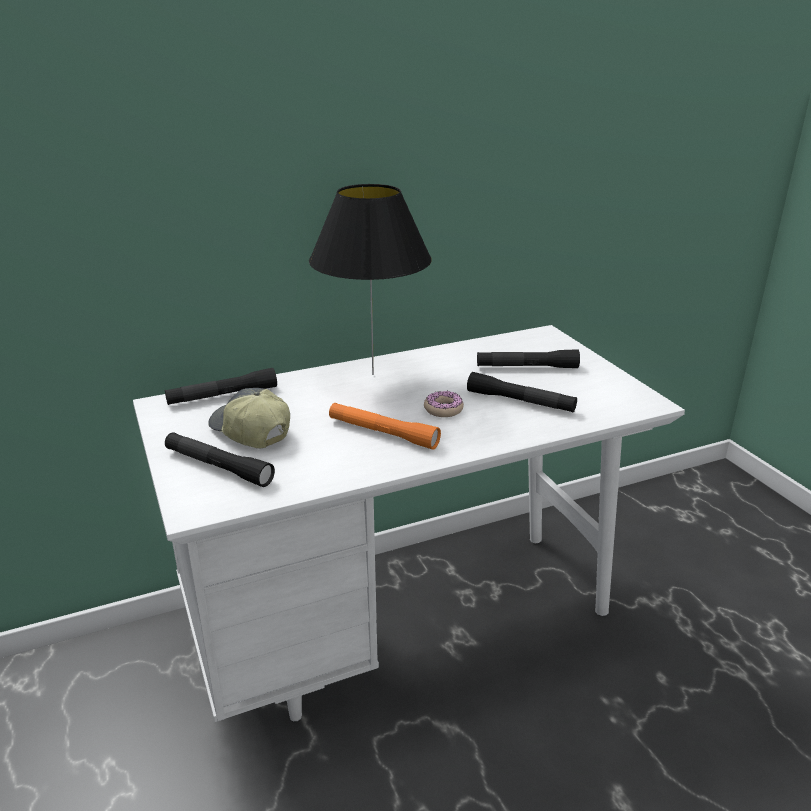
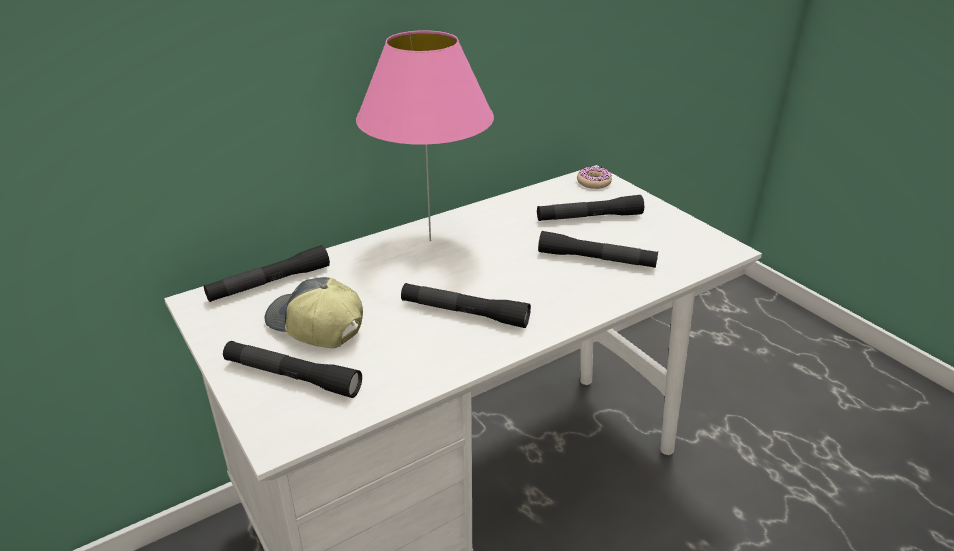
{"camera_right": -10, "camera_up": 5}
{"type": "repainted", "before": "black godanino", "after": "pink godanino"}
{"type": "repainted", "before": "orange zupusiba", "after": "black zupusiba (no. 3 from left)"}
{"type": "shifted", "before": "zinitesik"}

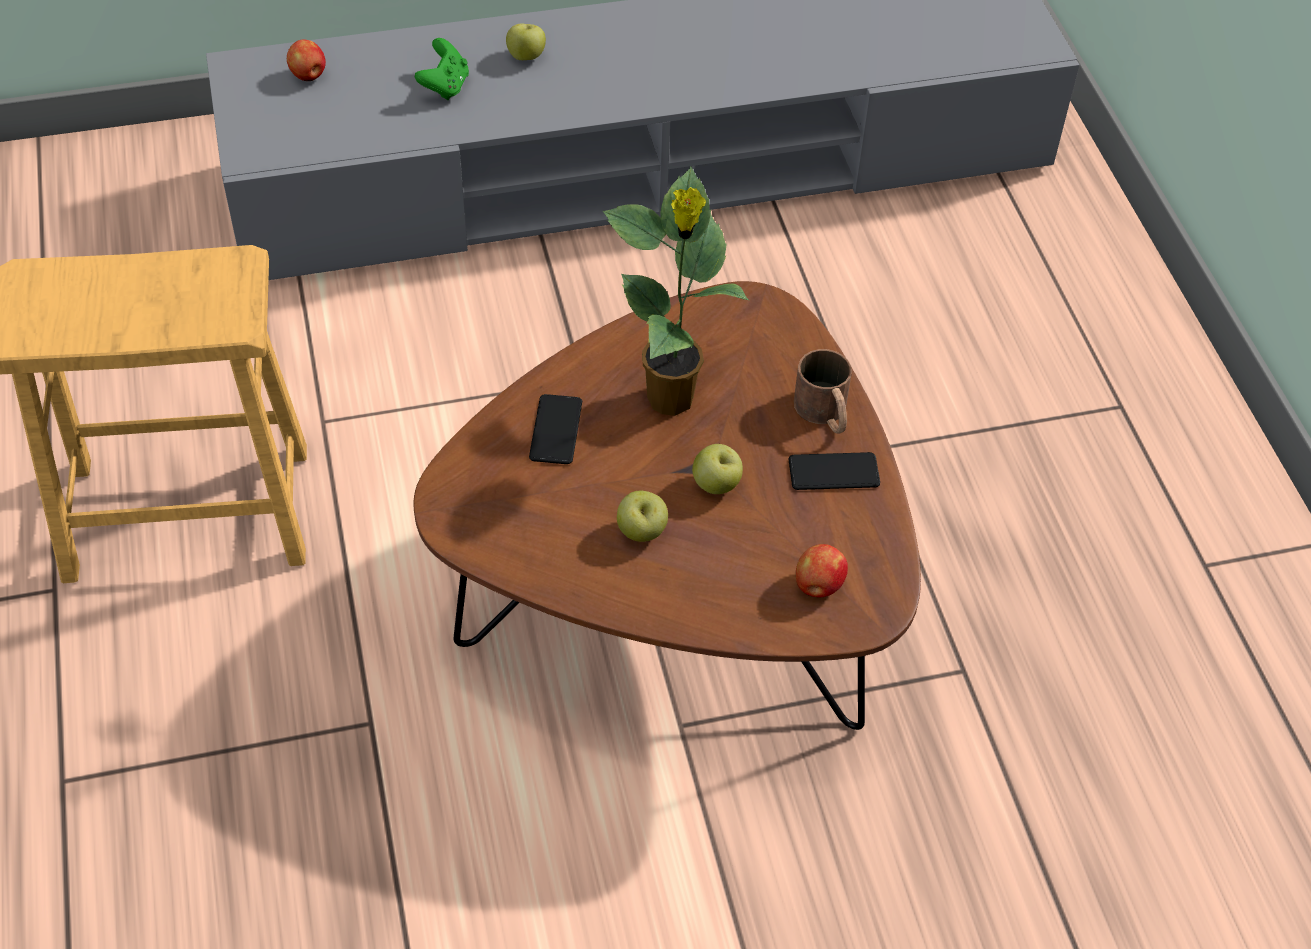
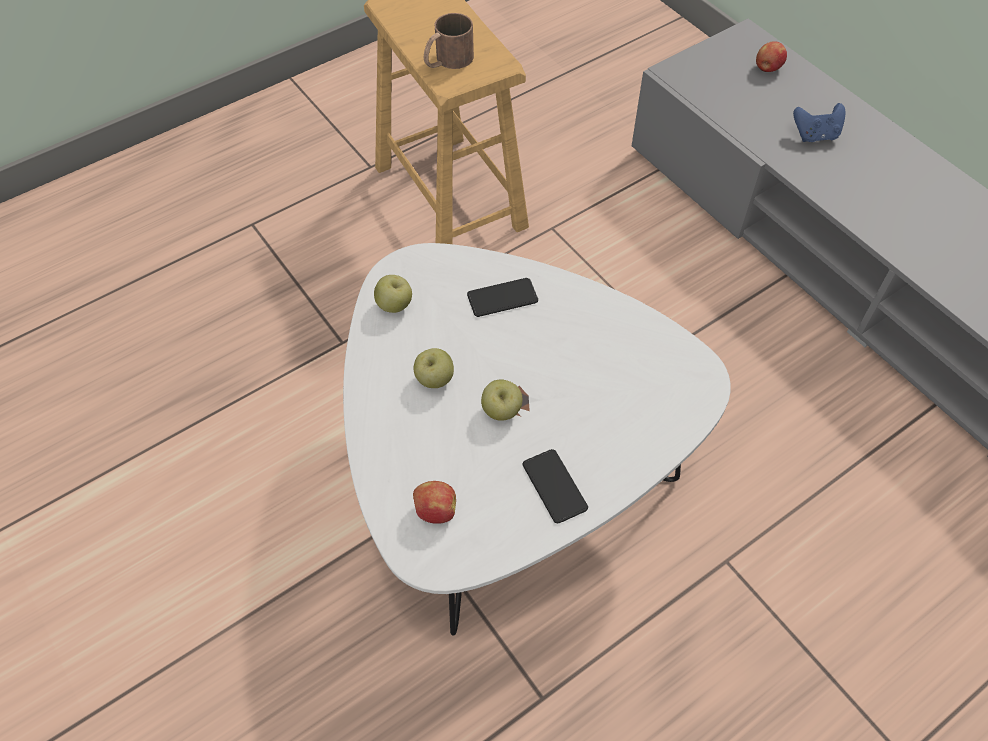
{"camera_right": 70, "camera_up": 5}
{"type": "repainted", "before": "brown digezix", "after": "white digezix"}
{"type": "shifted", "before": "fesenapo (no. 2 from left in the first image)", "after": "fesenapo (no. 1 from left)"}
{"type": "shifted", "before": "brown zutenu"}
{"type": "repainted", "before": "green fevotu", "after": "blue fevotu"}
{"type": "gone", "before": "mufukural"}

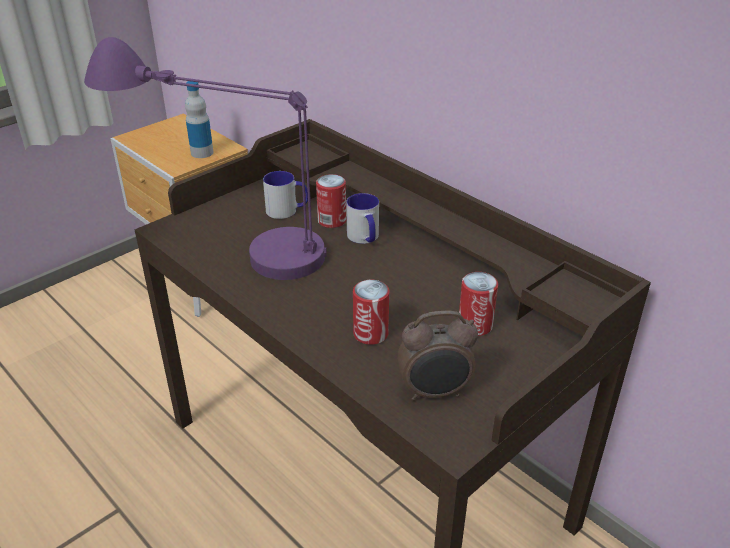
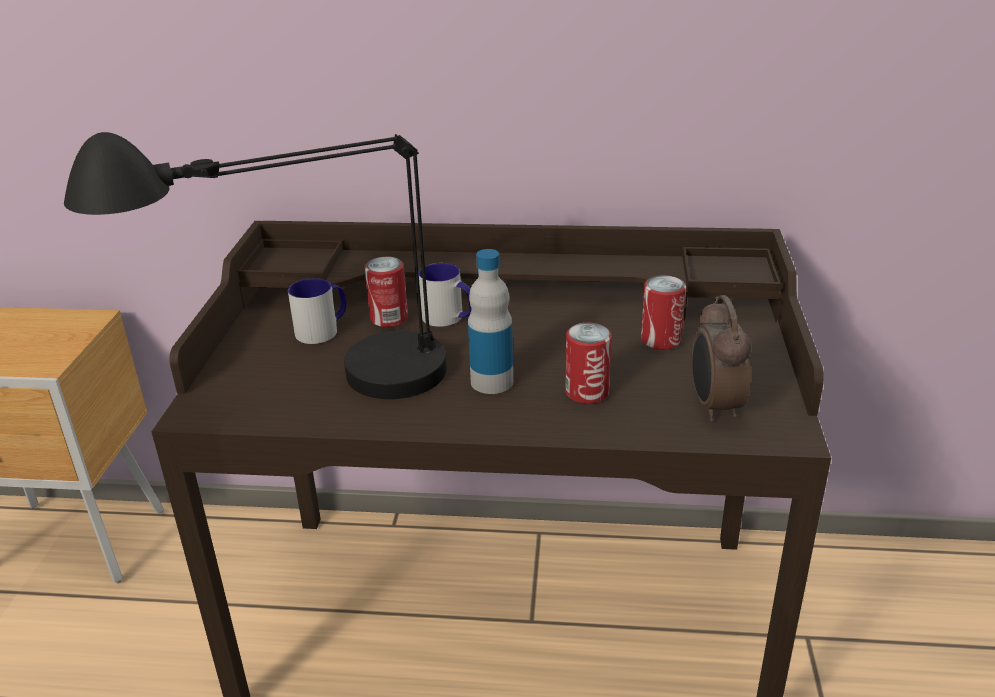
{"camera_right": -40, "camera_up": -5}
{"type": "repainted", "before": "purple godanino", "after": "black godanino"}
{"type": "shifted", "before": "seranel"}
{"type": "rotated", "before": "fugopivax", "turn": 135}

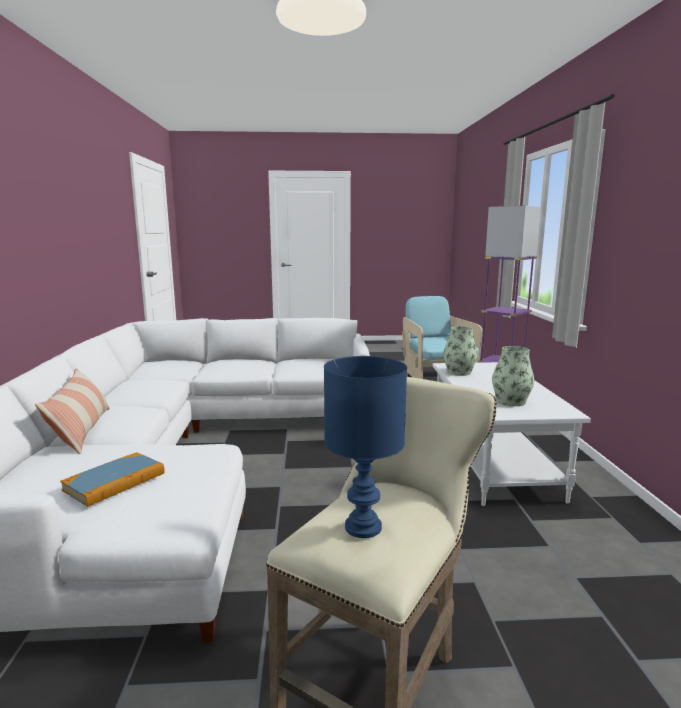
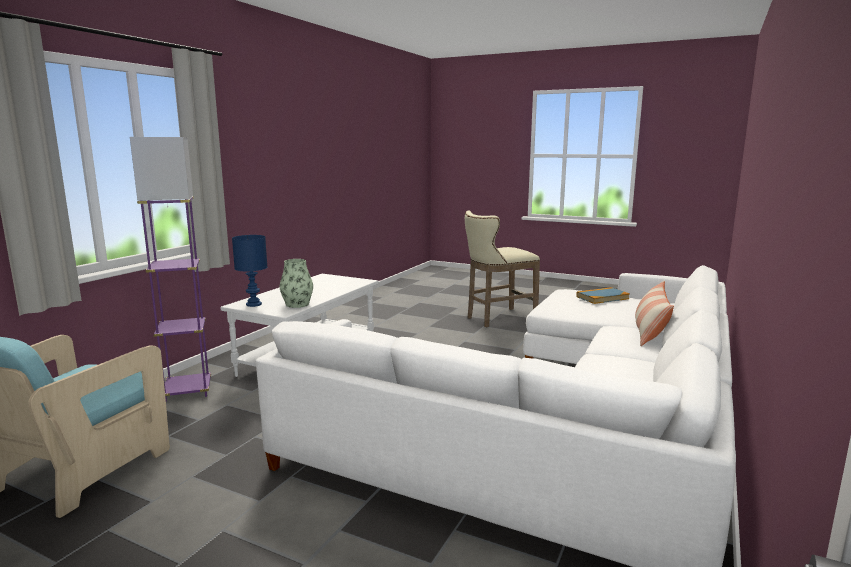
{"camera_right": -150, "camera_up": 0}
{"type": "shifted", "before": "blue godanino"}
{"type": "gone", "before": "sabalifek (no. 2 from left)"}

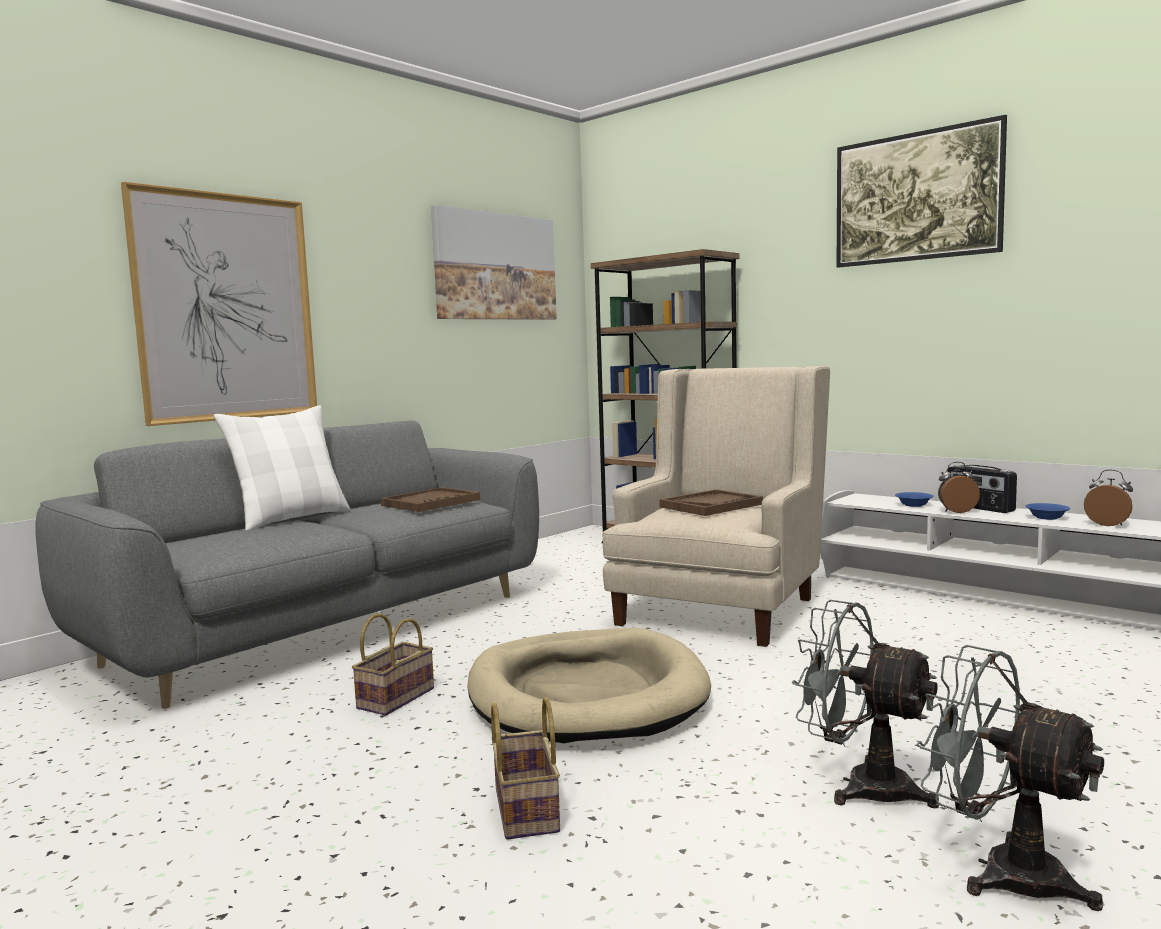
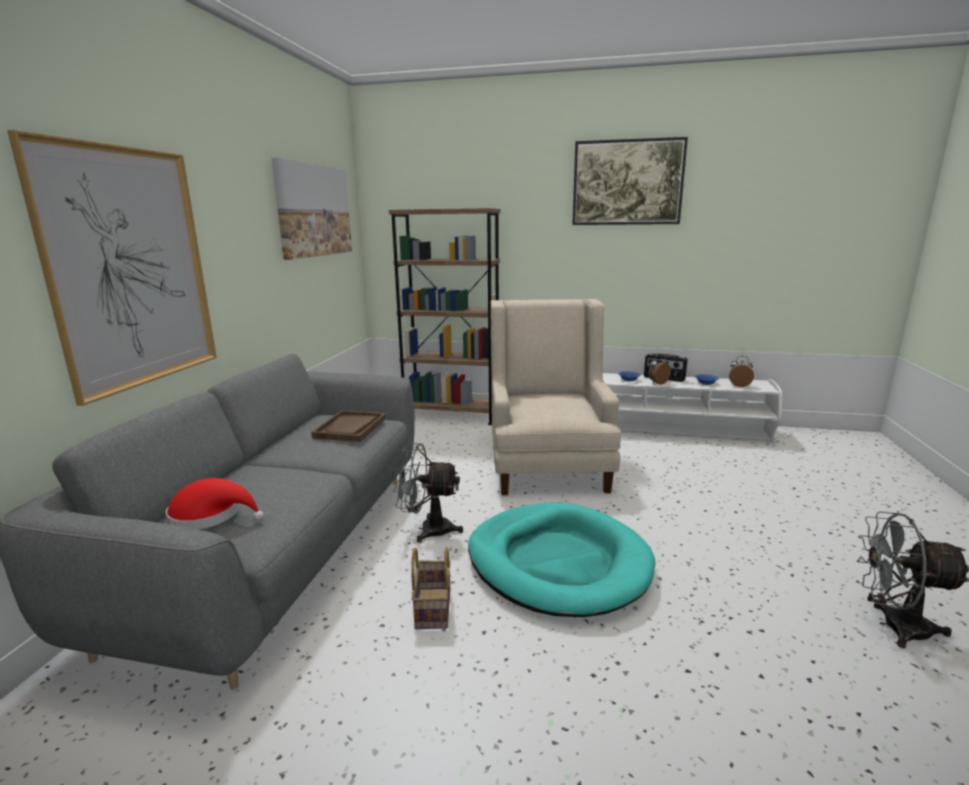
{"camera_right": -30, "camera_up": 10}
{"type": "new", "after": "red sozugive"}
{"type": "shifted", "before": "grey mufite (no. 1 from left)"}
{"type": "repainted", "before": "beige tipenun", "after": "turquoise tipenun"}
{"type": "gone", "before": "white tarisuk"}
{"type": "gone", "before": "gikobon (no. 2 from left)"}
{"type": "gone", "before": "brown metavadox (no. 2 from left)"}

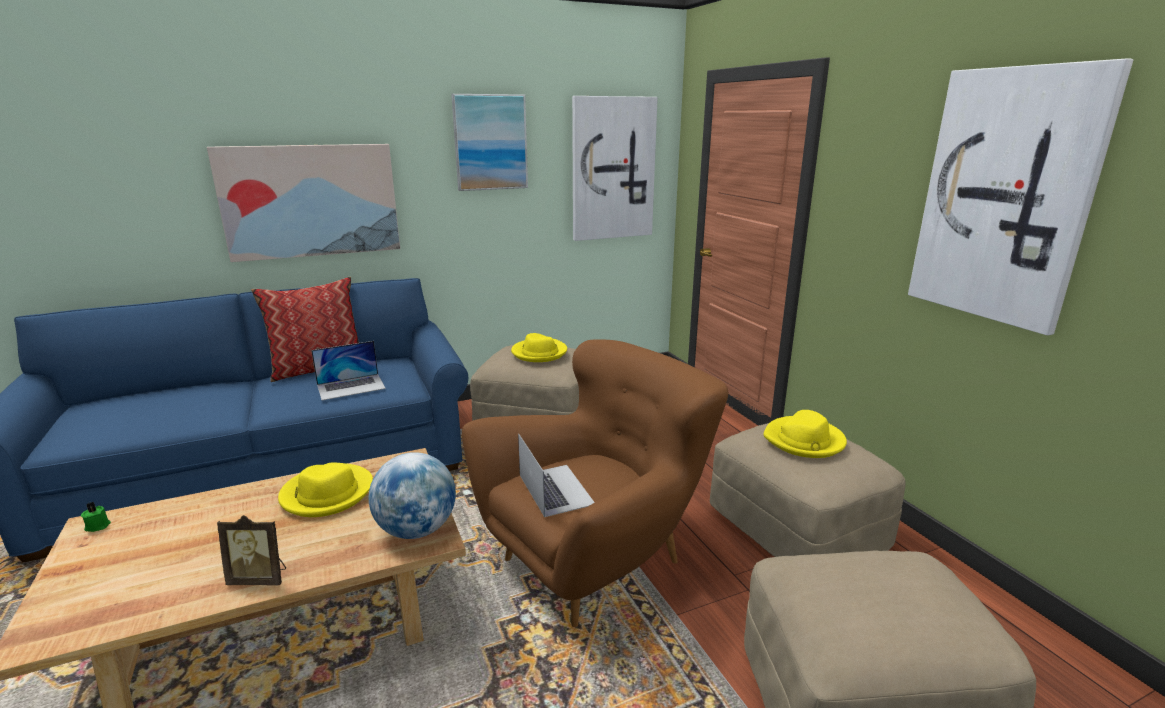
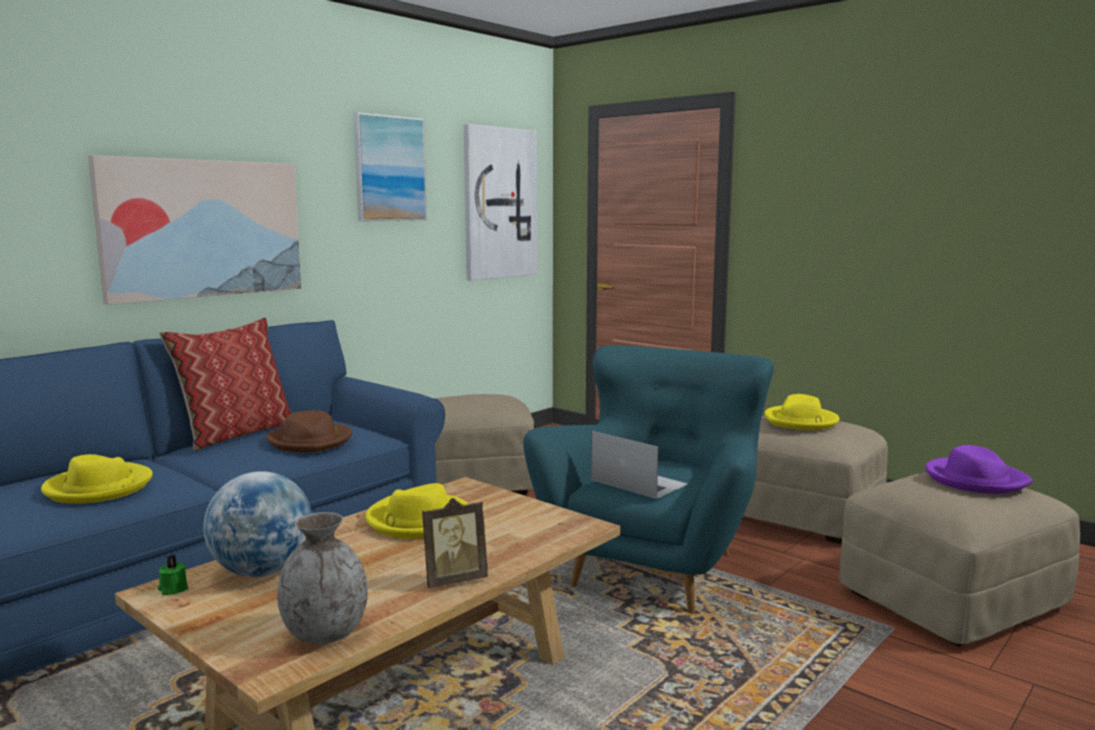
{"camera_right": -25, "camera_up": -10}
{"type": "shifted", "before": "yellow sozugive (no. 2 from left in the first image)", "after": "yellow sozugive (no. 1 from left)"}
{"type": "shifted", "before": "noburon"}
{"type": "swapped", "before": "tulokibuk (no. 1 from left)", "after": "brown sozugive"}
{"type": "new", "after": "grey sabalifek"}
{"type": "repainted", "before": "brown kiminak", "after": "turquoise kiminak"}
{"type": "new", "after": "purple sozugive"}
{"type": "gone", "before": "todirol (no. 4 from left)"}

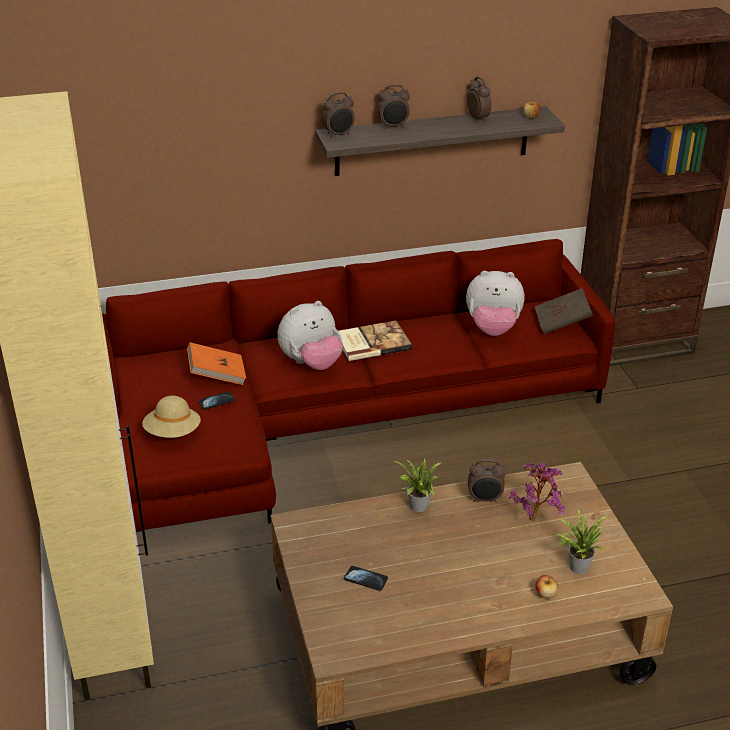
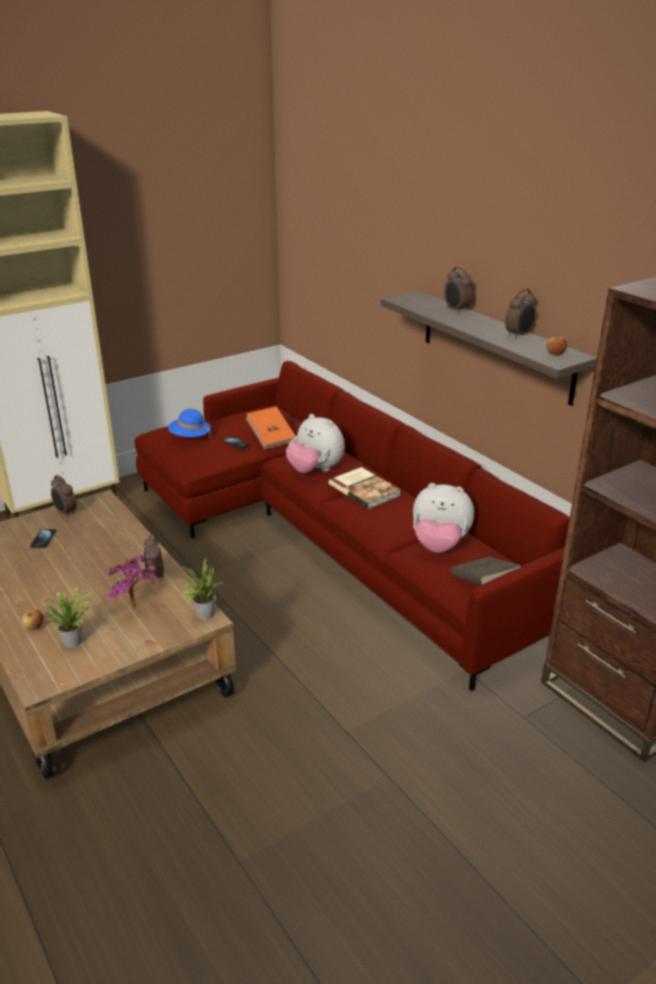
{"camera_right": 70, "camera_up": -5}
{"type": "shifted", "before": "fugopivax (no. 1 from left)"}
{"type": "repainted", "before": "beige sozugive", "after": "blue sozugive"}
{"type": "shifted", "before": "mufukural (no. 1 from left in the first image)", "after": "mufukural (no. 3 from left)"}
{"type": "rotated", "before": "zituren (no. 2 from left)", "turn": -60}

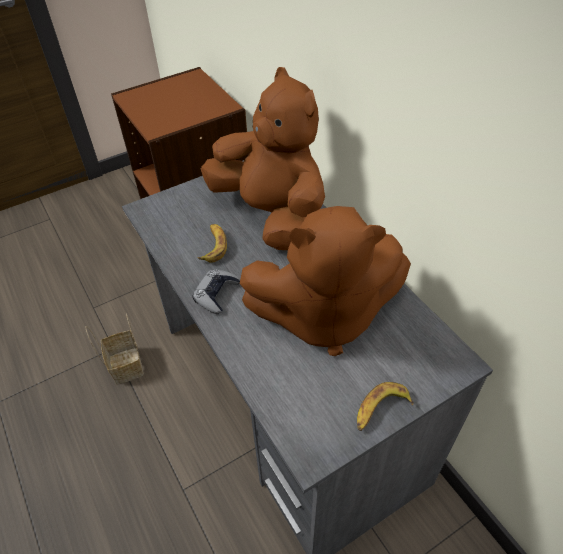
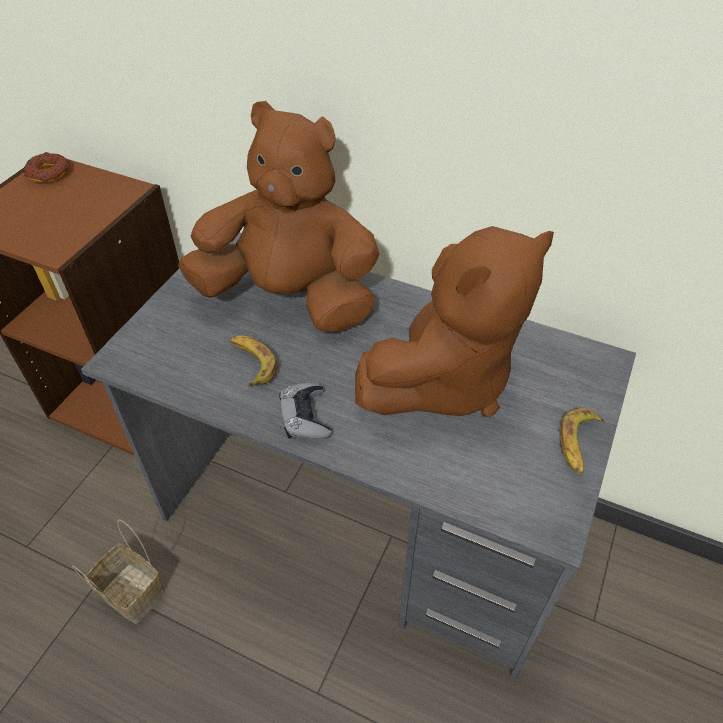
{"camera_right": -35, "camera_up": 0}
{"type": "new", "after": "zinitesik"}

